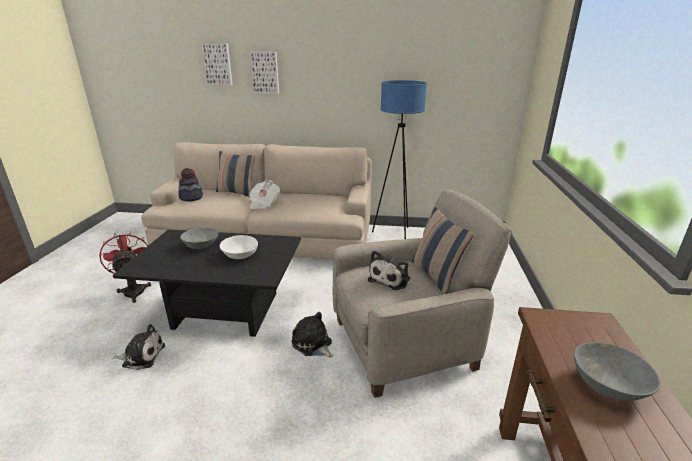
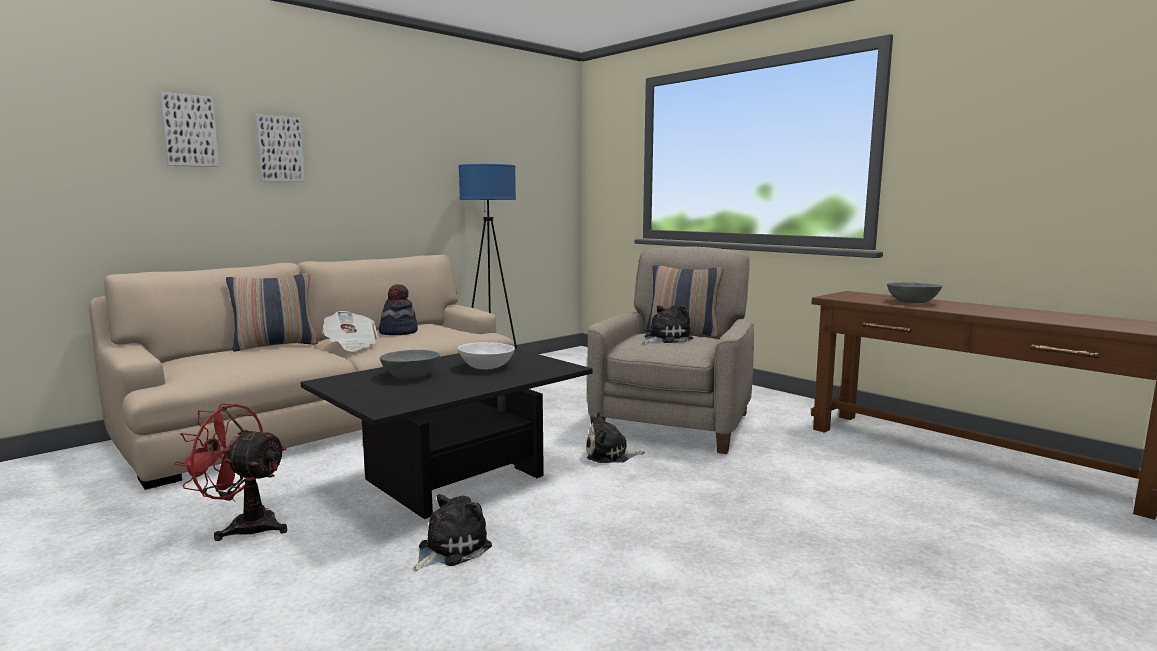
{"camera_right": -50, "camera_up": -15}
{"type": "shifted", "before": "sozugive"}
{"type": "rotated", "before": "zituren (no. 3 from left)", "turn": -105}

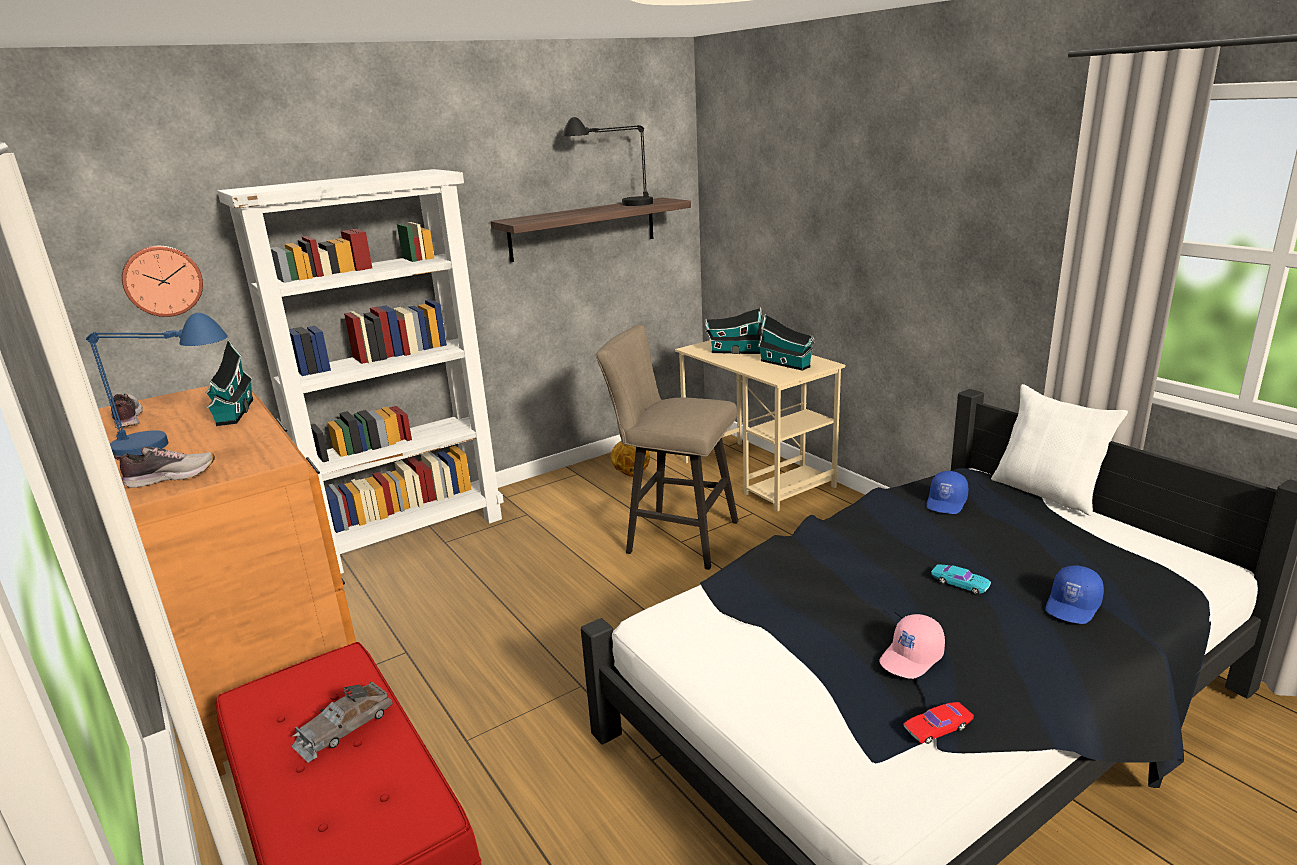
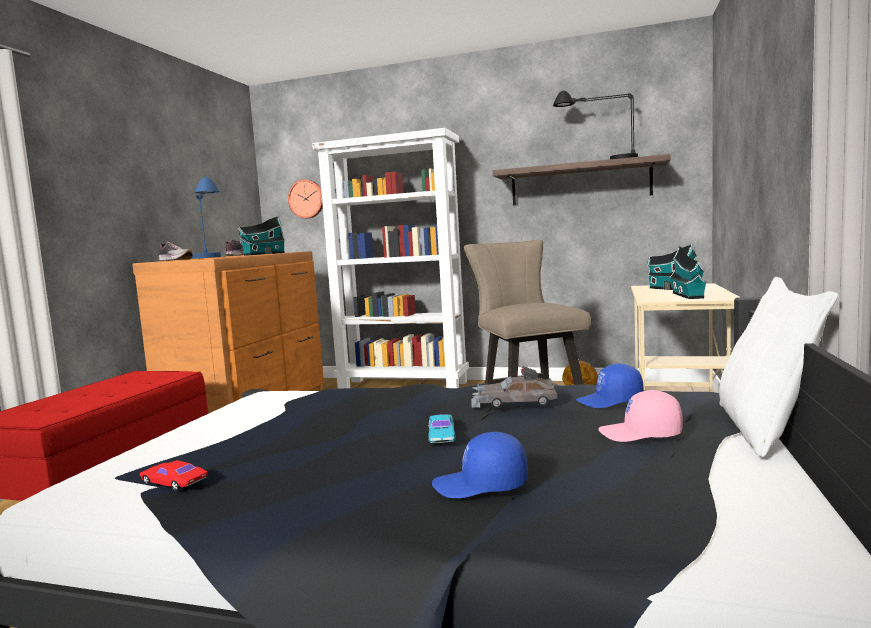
{"camera_right": 50, "camera_up": -15}
{"type": "shifted", "before": "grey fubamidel"}
{"type": "shifted", "before": "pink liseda"}

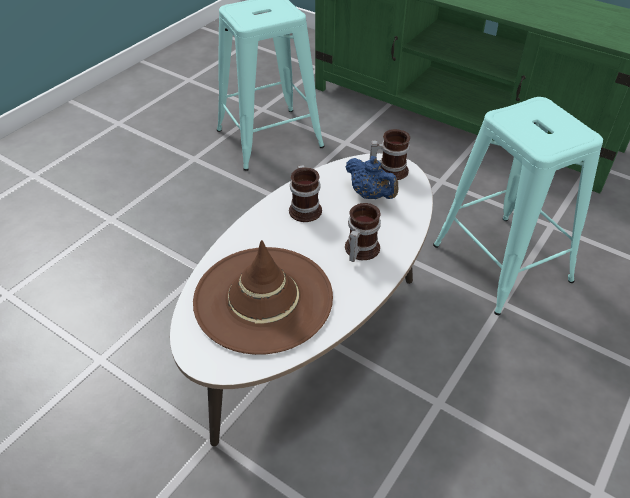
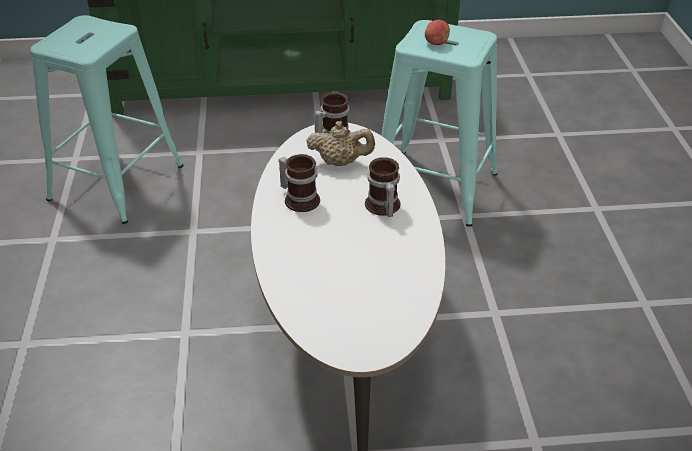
{"camera_right": -40, "camera_up": -5}
{"type": "repainted", "before": "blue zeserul", "after": "beige zeserul"}
{"type": "new", "after": "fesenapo"}
{"type": "gone", "before": "brown sozugive"}

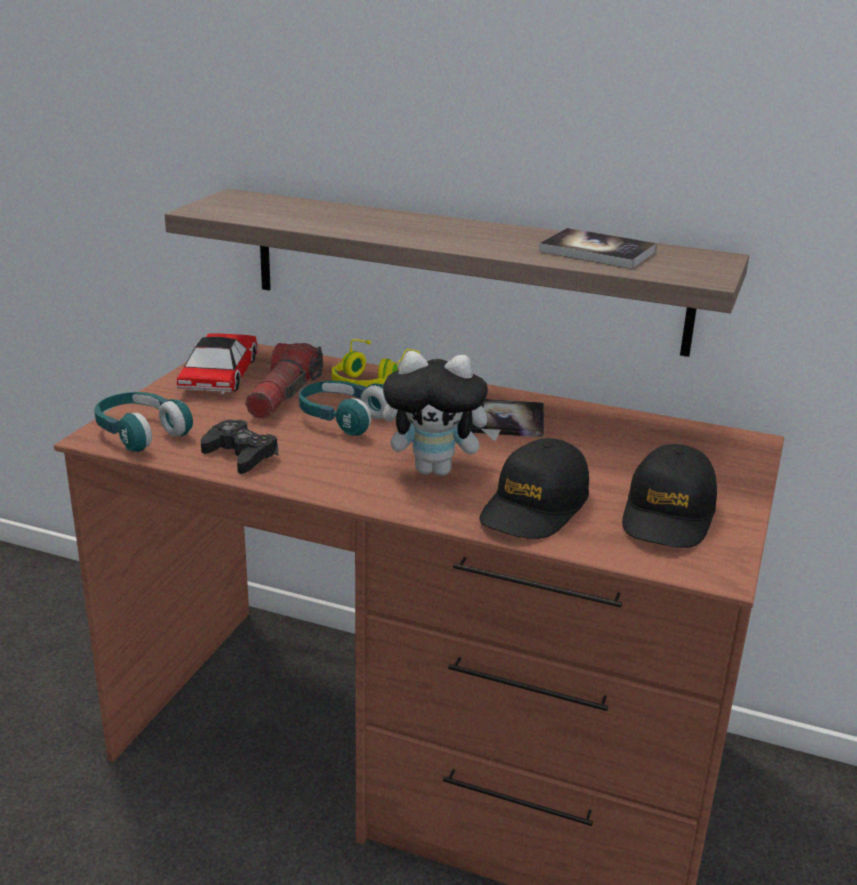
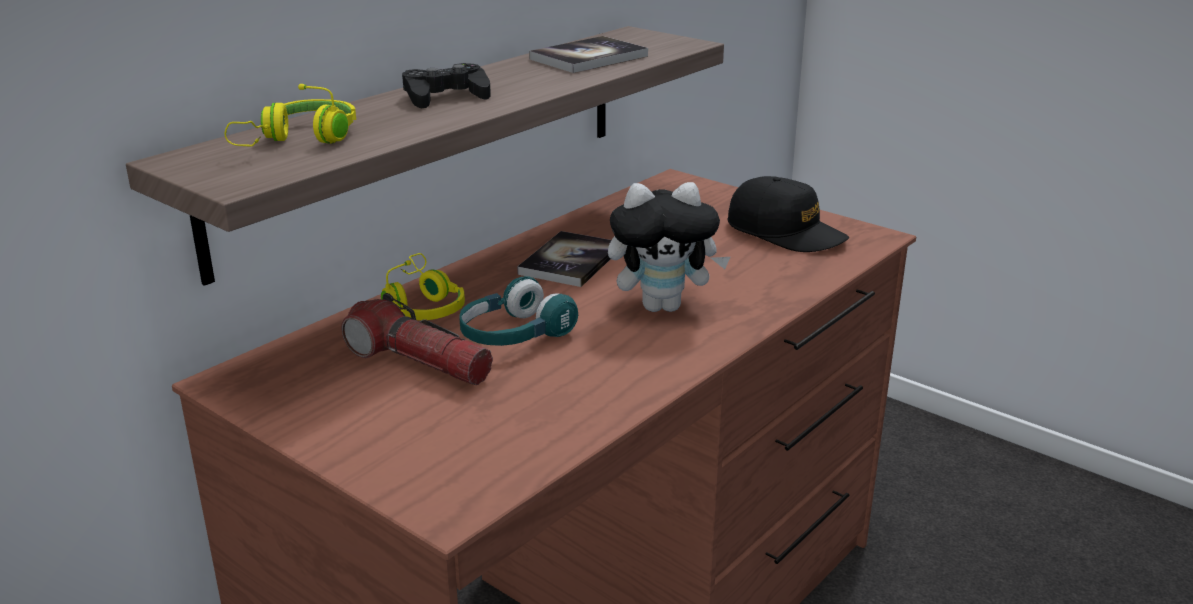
{"camera_right": -70, "camera_up": 0}
{"type": "new", "after": "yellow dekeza (no. 1 from left)"}
{"type": "shifted", "before": "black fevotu"}
{"type": "rotated", "before": "zituren", "turn": 60}
{"type": "gone", "before": "turquoise dekeza (no. 1 from left)"}
{"type": "gone", "before": "fubamidel"}
{"type": "gone", "before": "black liseda (no. 1 from left)"}

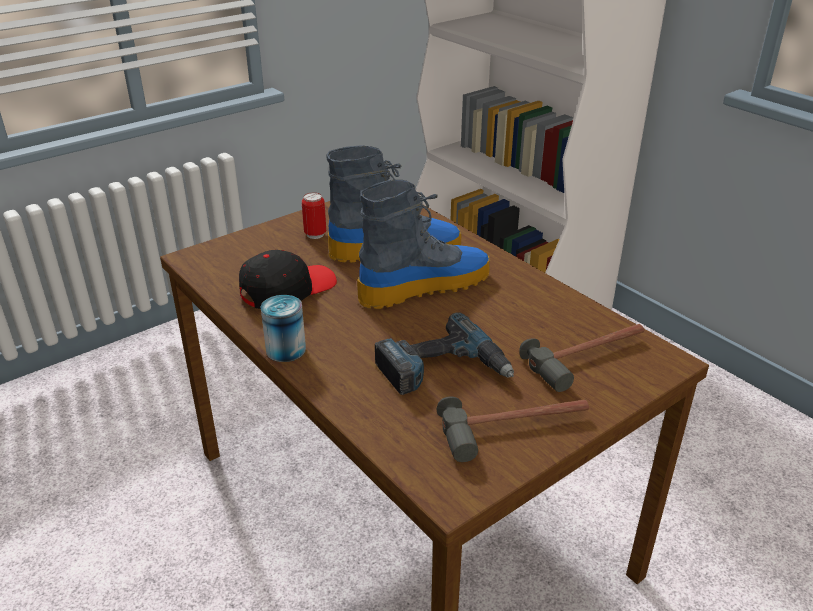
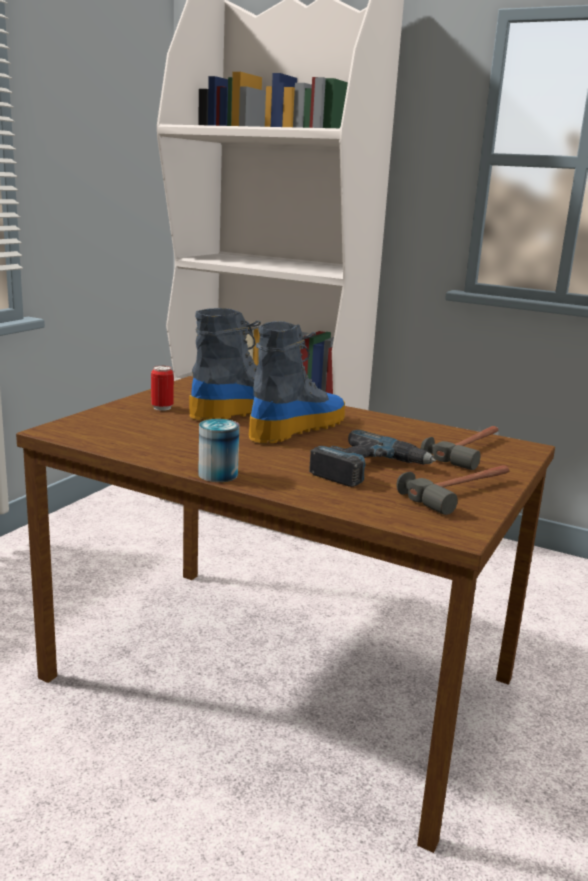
{"camera_right": -25, "camera_up": -15}
{"type": "gone", "before": "black liseda"}

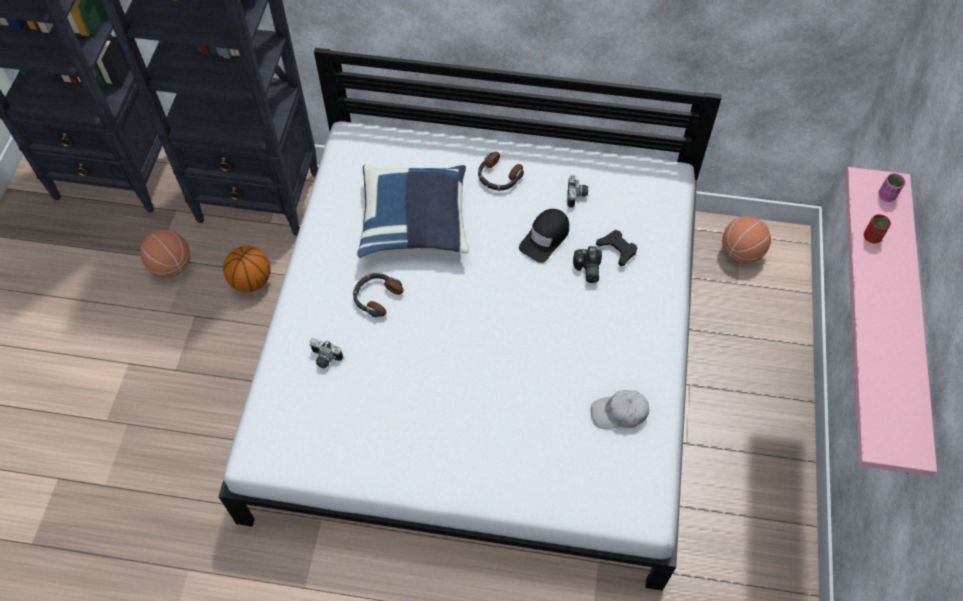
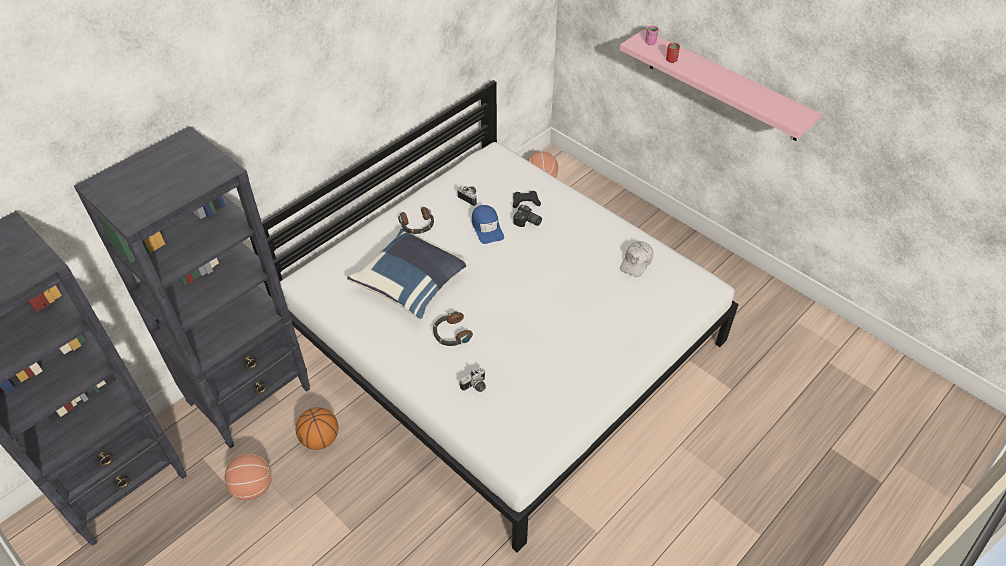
{"camera_right": -55, "camera_up": -10}
{"type": "repainted", "before": "black liseda", "after": "blue liseda"}

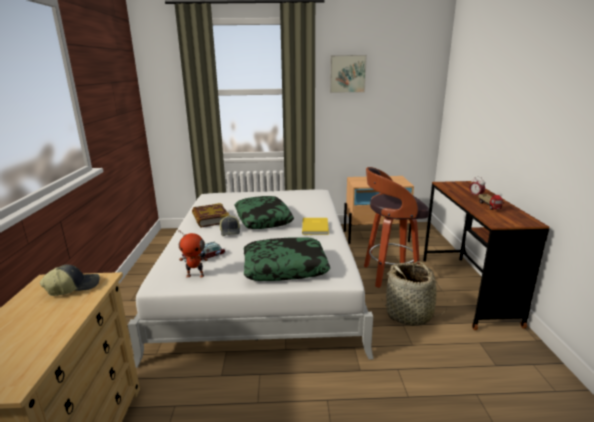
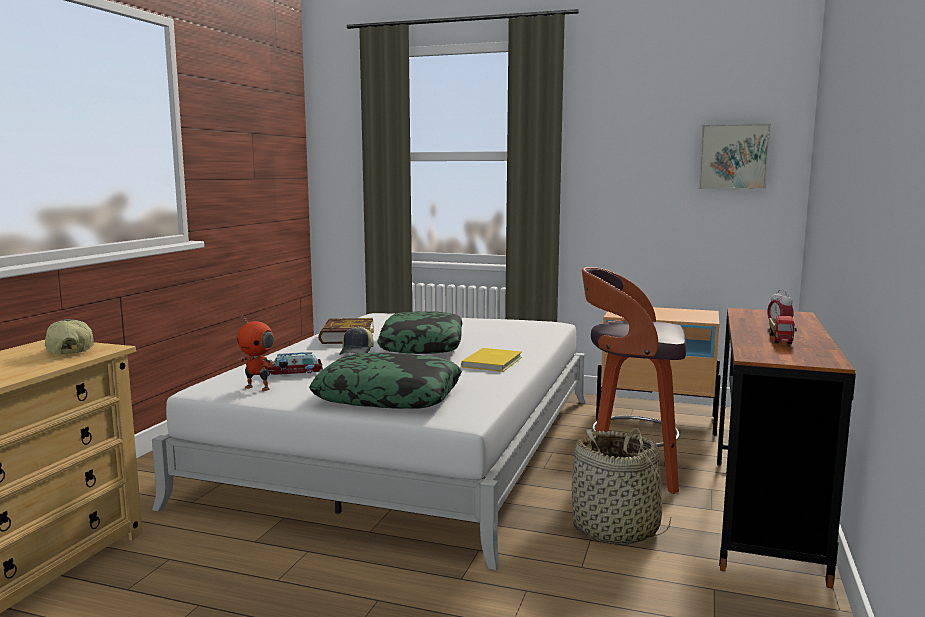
{"camera_right": 20, "camera_up": -10}
{"type": "rotated", "before": "liseda (no. 1 from left)", "turn": -105}
{"type": "shifted", "before": "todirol"}

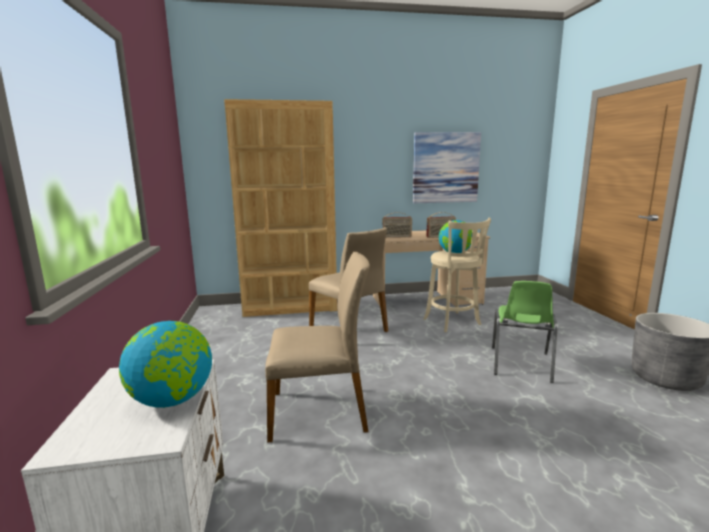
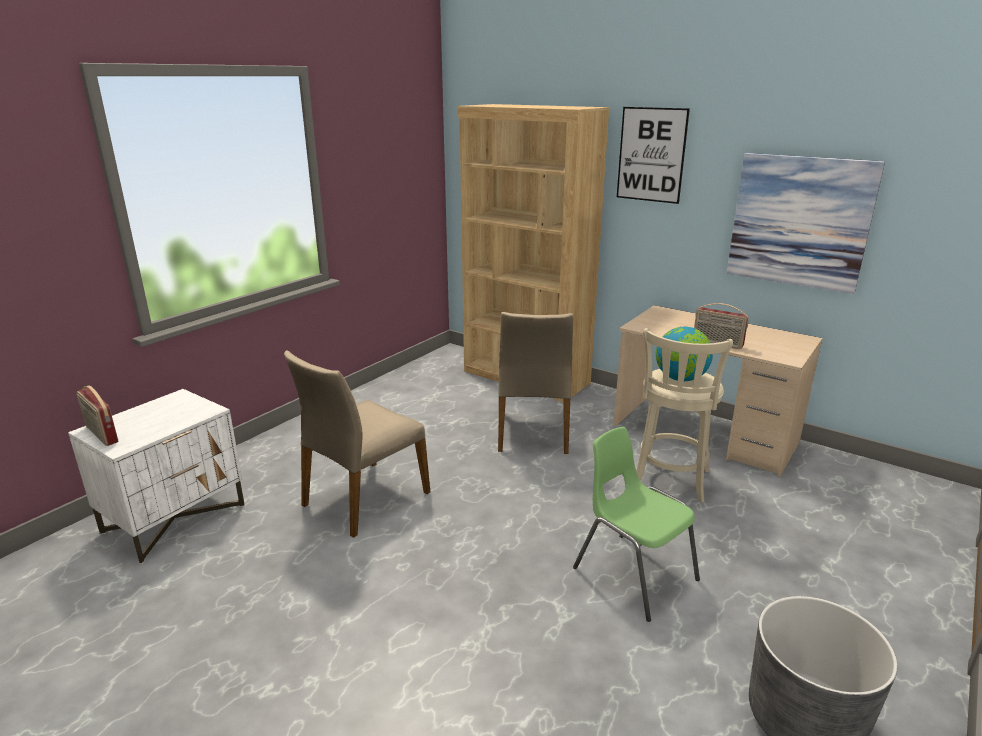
{"camera_right": 45, "camera_up": 10}
{"type": "shifted", "before": "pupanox (no. 1 from left)"}
{"type": "rotated", "before": "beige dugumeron (no. 1 from left)", "turn": 90}
{"type": "rotated", "before": "green dugumeron", "turn": 75}
{"type": "new", "after": "todirol (no. 1 from left)"}
{"type": "gone", "before": "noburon (no. 1 from left)"}

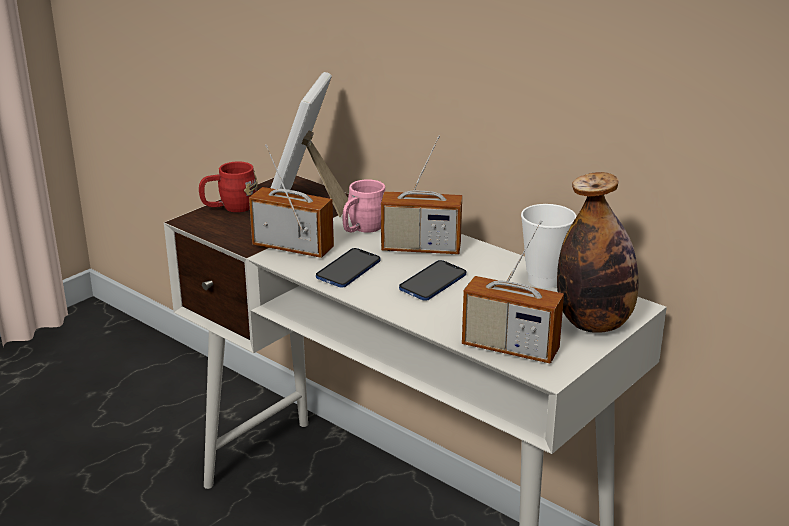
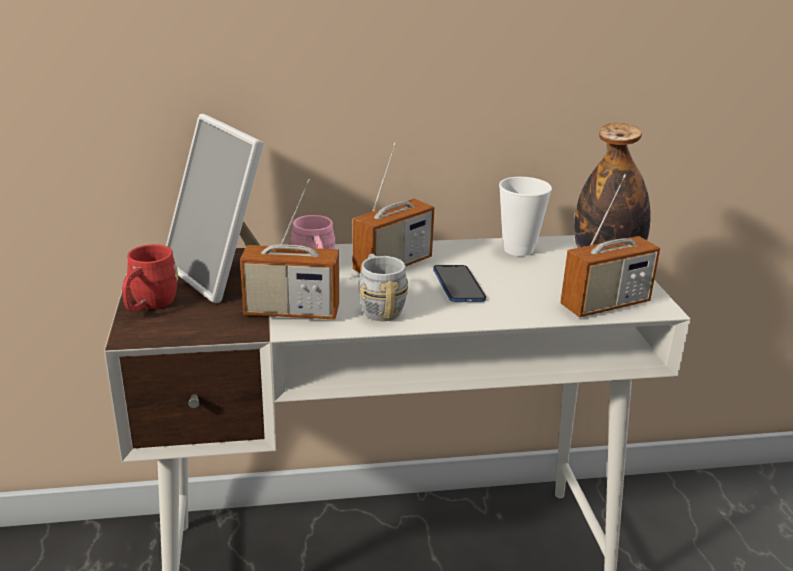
{"camera_right": -50, "camera_up": 0}
{"type": "rotated", "before": "pupanox (no. 1 from left)", "turn": -150}
{"type": "swapped", "before": "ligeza (no. 1 from left)", "after": "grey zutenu"}

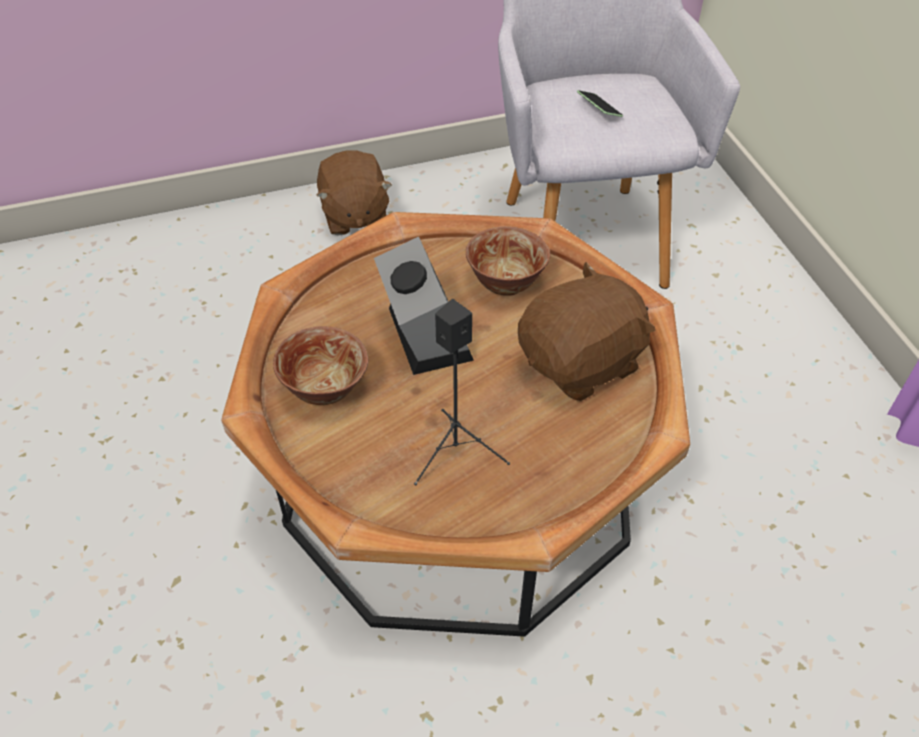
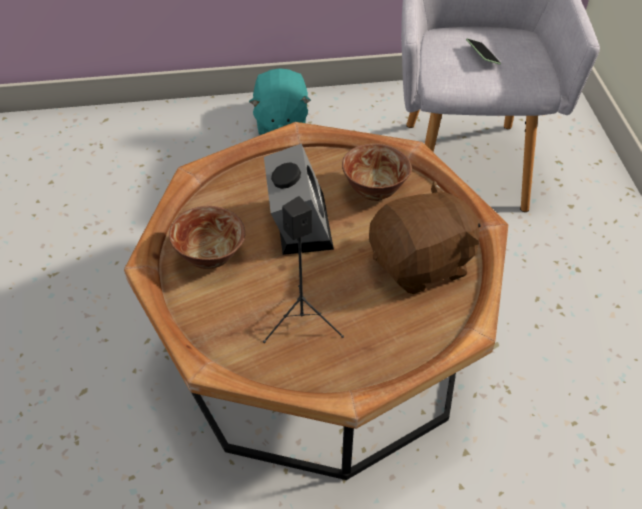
{"camera_right": 10, "camera_up": 0}
{"type": "repainted", "before": "brown zituren (no. 1 from left)", "after": "turquoise zituren"}

